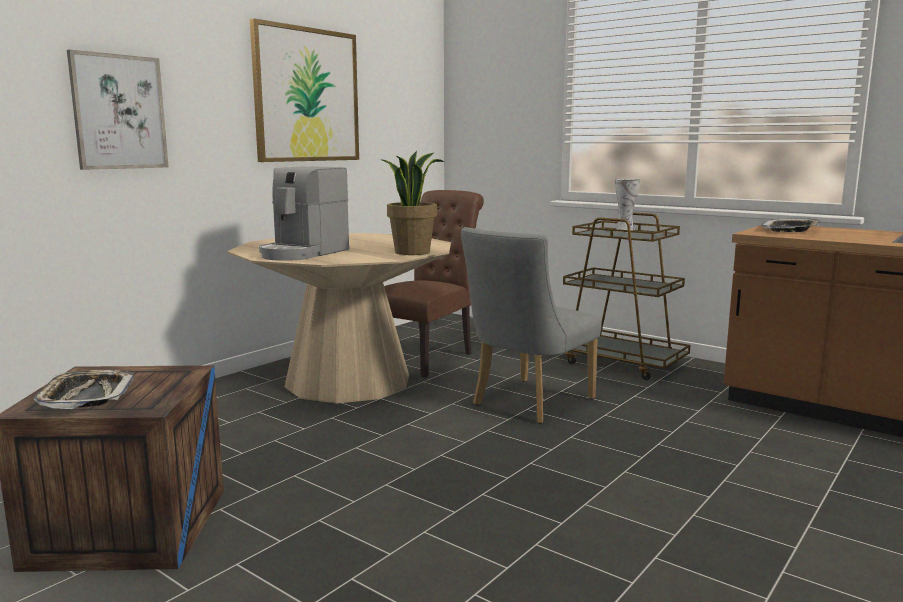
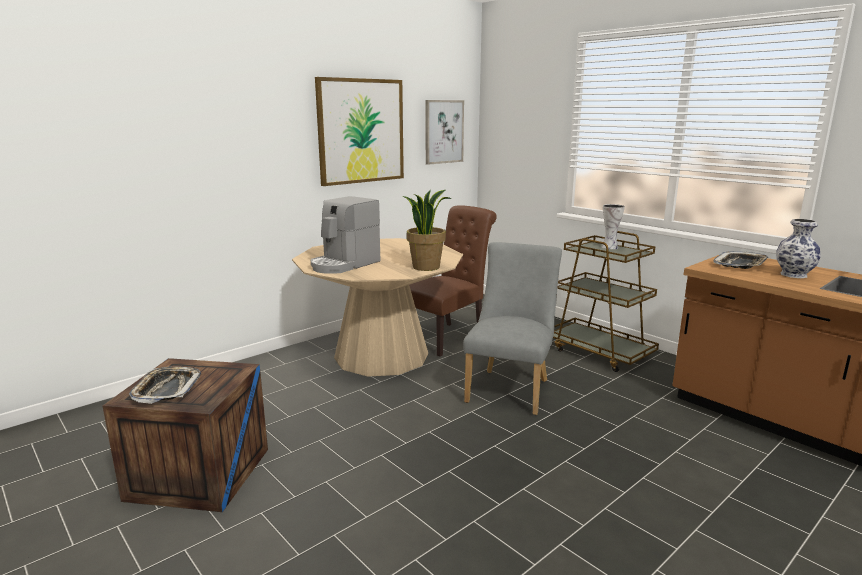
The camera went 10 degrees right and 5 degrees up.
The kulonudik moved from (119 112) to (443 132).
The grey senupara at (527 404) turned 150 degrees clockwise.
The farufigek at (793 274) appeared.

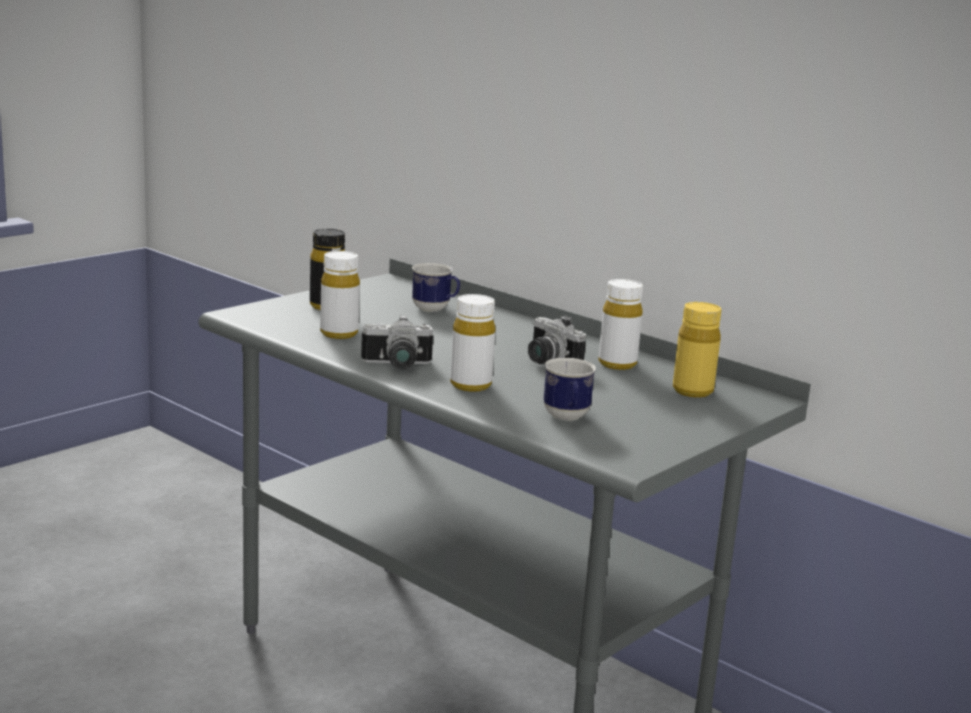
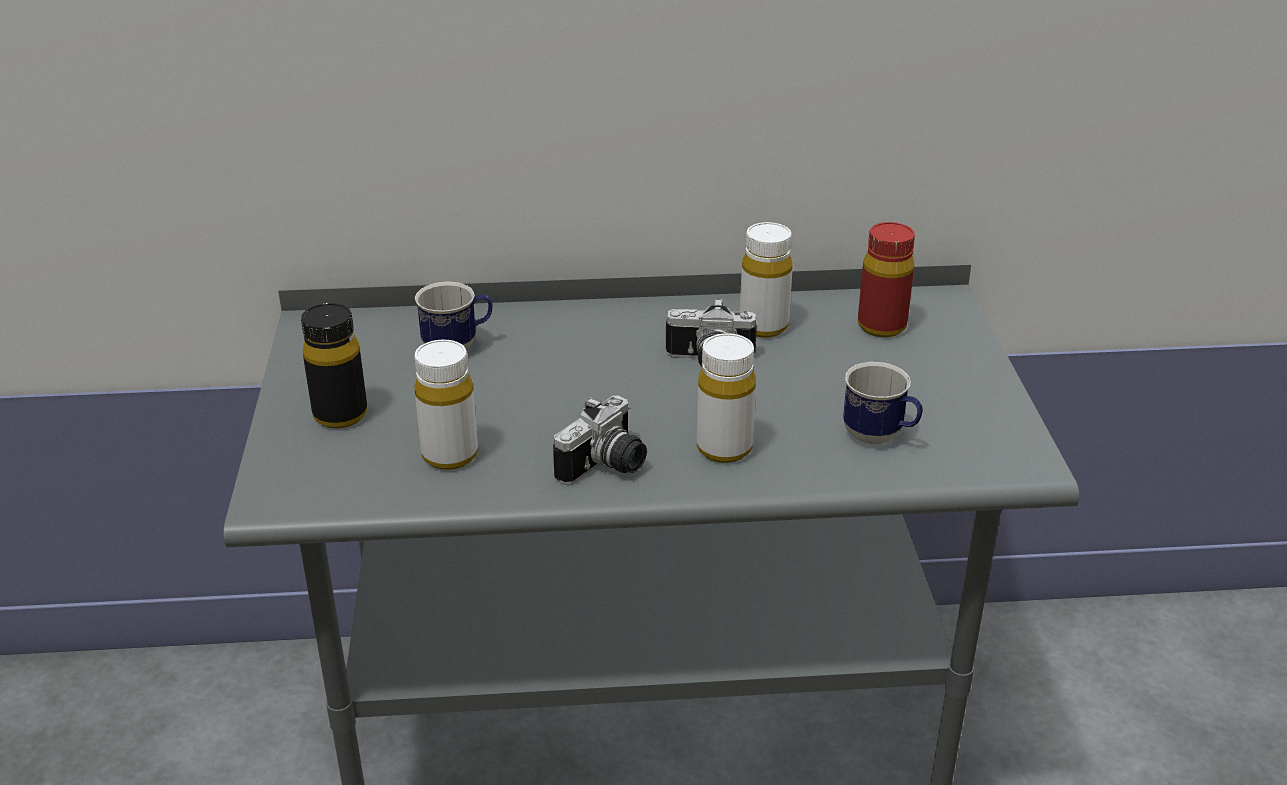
The camera went 45 degrees left and 15 degrees up.
The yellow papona at (692 391) became the red papona at (881 326).

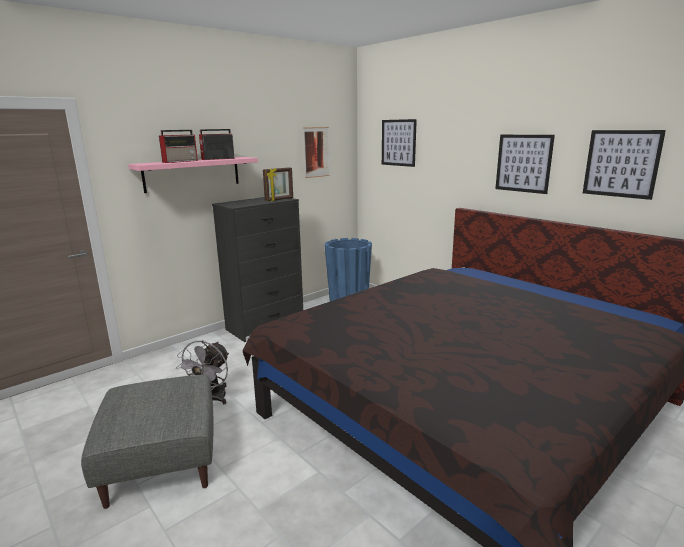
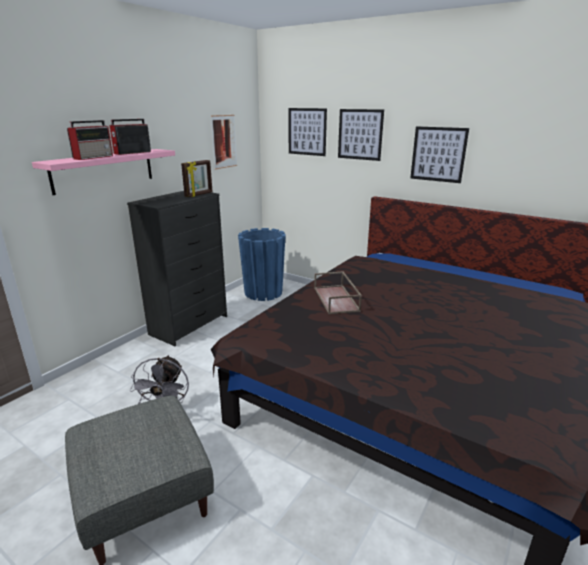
The camera went 15 degrees left and 5 degrees up.
The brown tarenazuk at (337 299) appeared.
The kulonudik moved from (621 163) to (360 134).

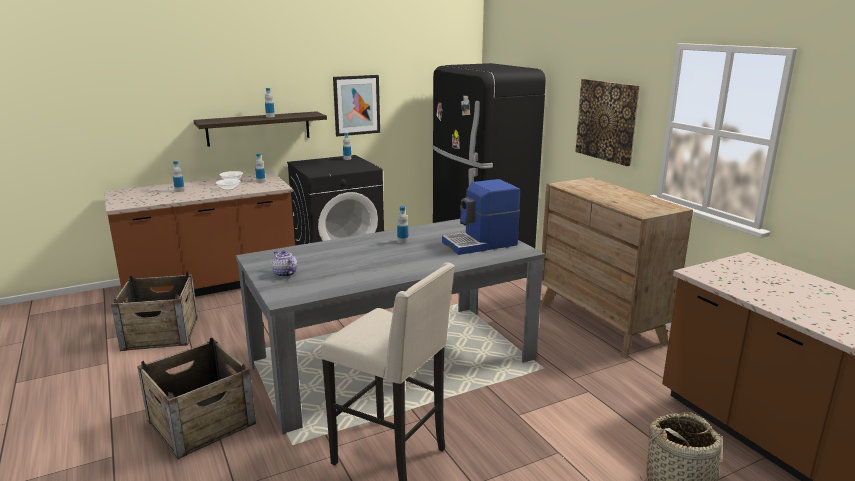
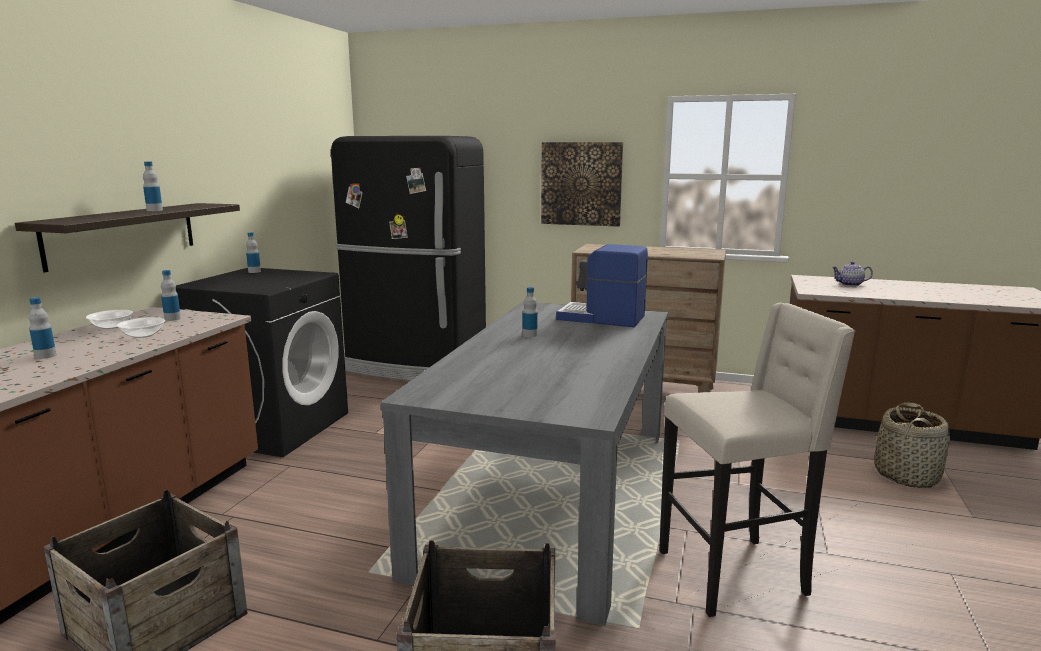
The camera went 45 degrees left and 5 degrees down.
The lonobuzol at (481 244) turned 90 degrees clockwise.
The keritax moved from (284 274) to (850 285).
The kulonudik at (356 105) disappeared.

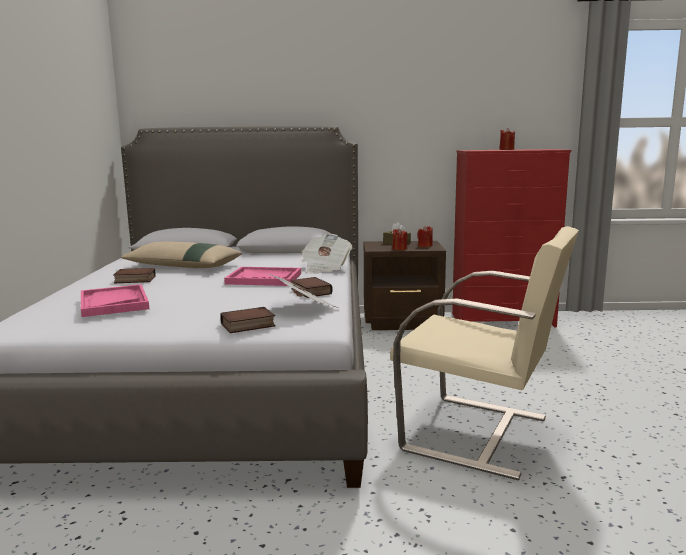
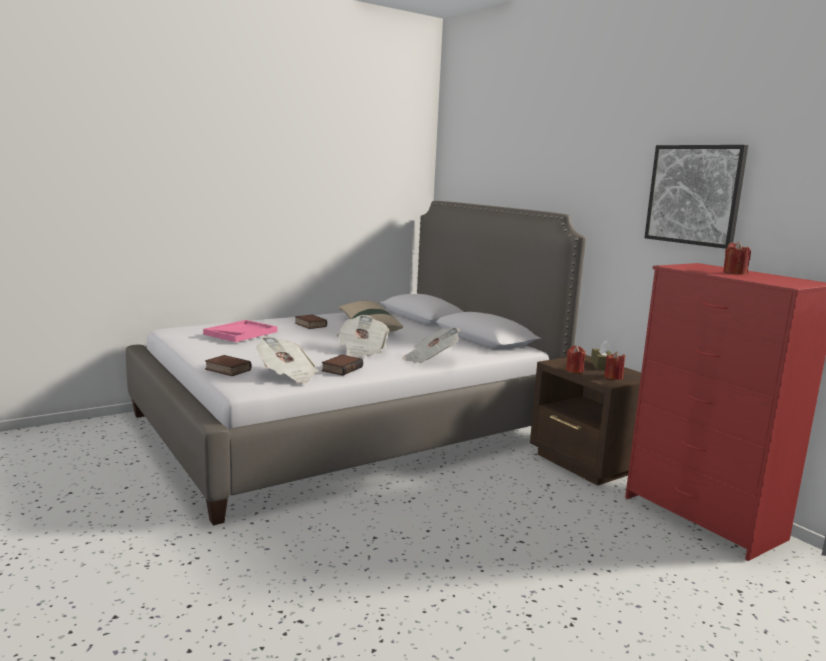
The camera went 55 degrees right and 0 degrees up.
The pink tarenazuk at (264 279) was replaced by the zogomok at (362 350).
The kulonudik at (694 195) appeared.
The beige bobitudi at (478 434) disappeared.

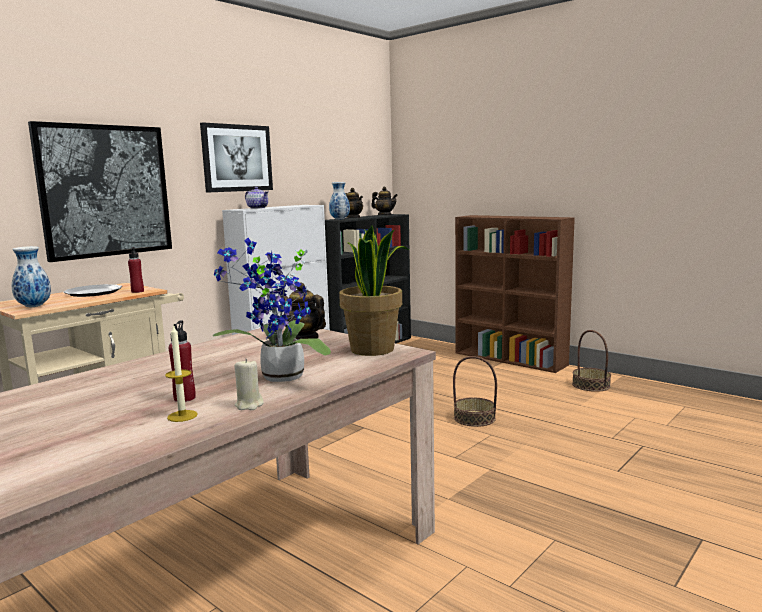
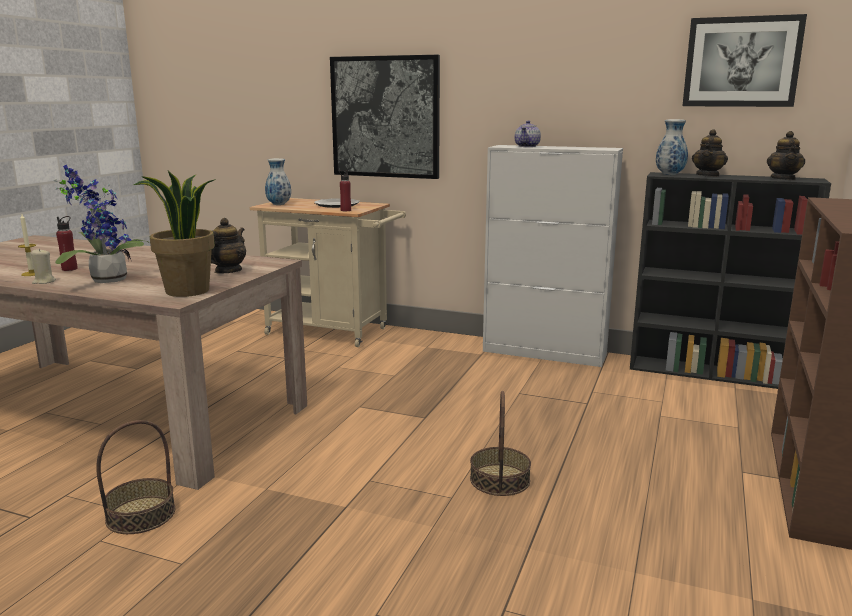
The camera went 70 degrees right and 5 degrees up.
The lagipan moved from (591 385) to (141 515).
The kulonudik moved from (237 158) to (741 62).

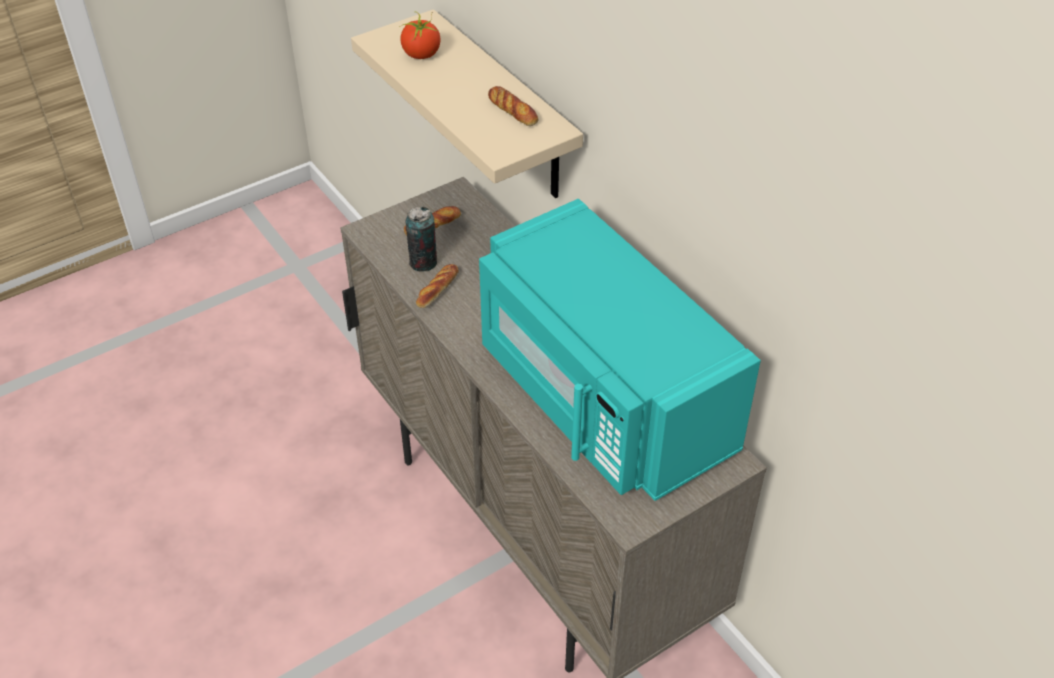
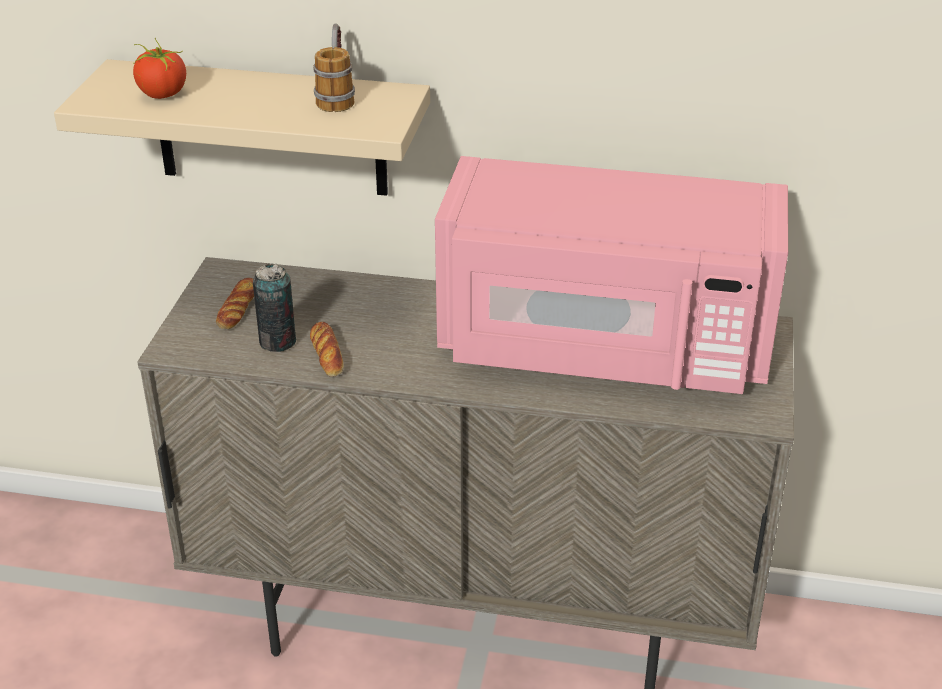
The camera went 45 degrees left and 10 degrees down.
The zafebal at (513 110) was replaced by the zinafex at (336 96).
The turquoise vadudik at (601 398) became the pink vadudik at (604 348).

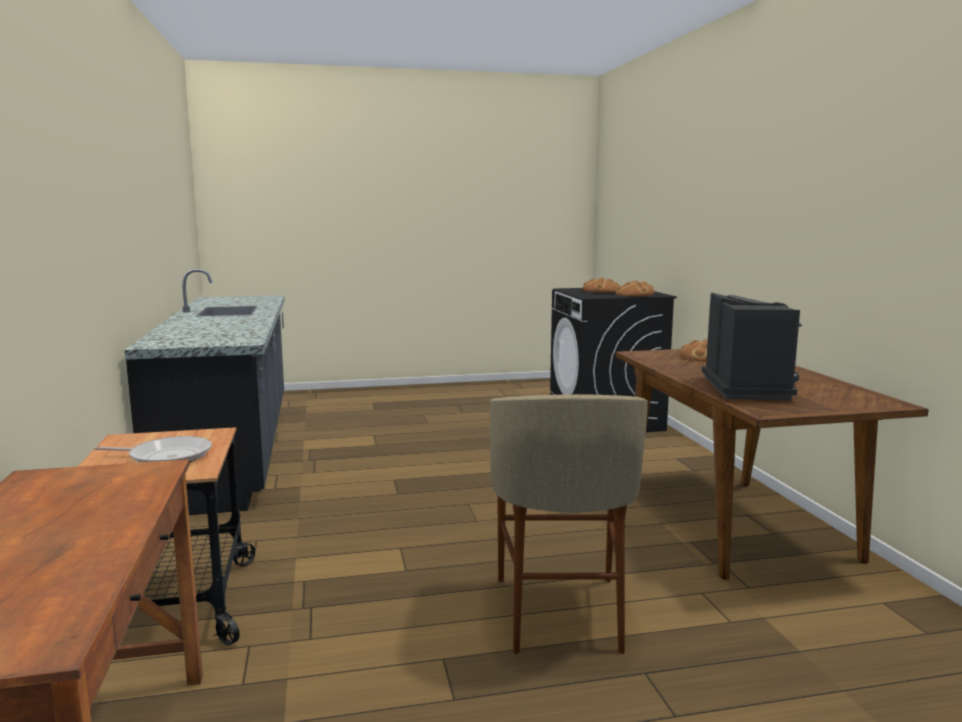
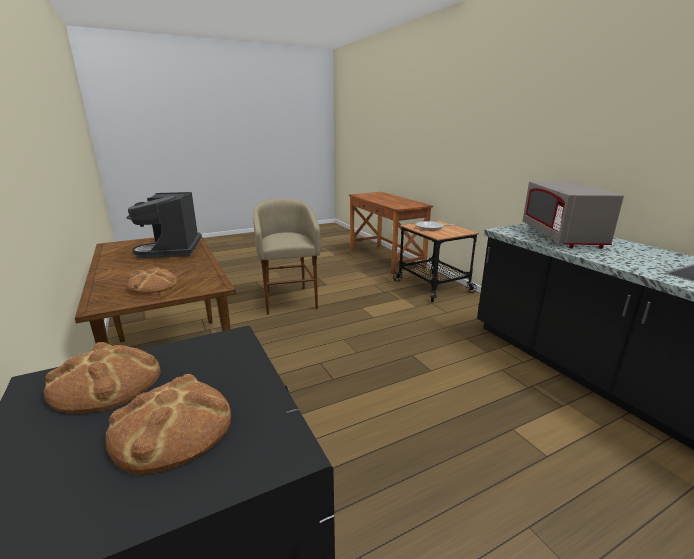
The camera went 165 degrees right and 10 degrees up.
The grey vadudik at (561 237) appeared.

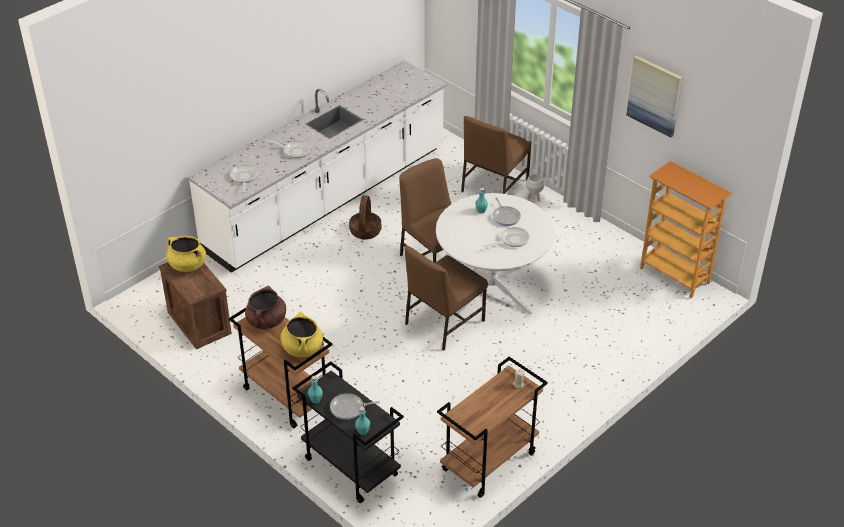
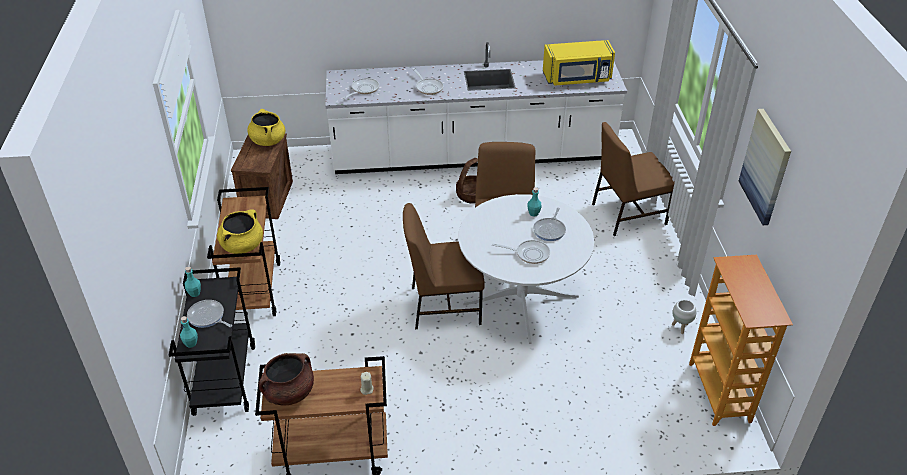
The camera went 40 degrees right and 0 degrees up.
The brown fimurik moved from (266 321) to (289 393).
The yellow vadudik at (577 78) appeared.
The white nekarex moved from (534 198) to (680 327).

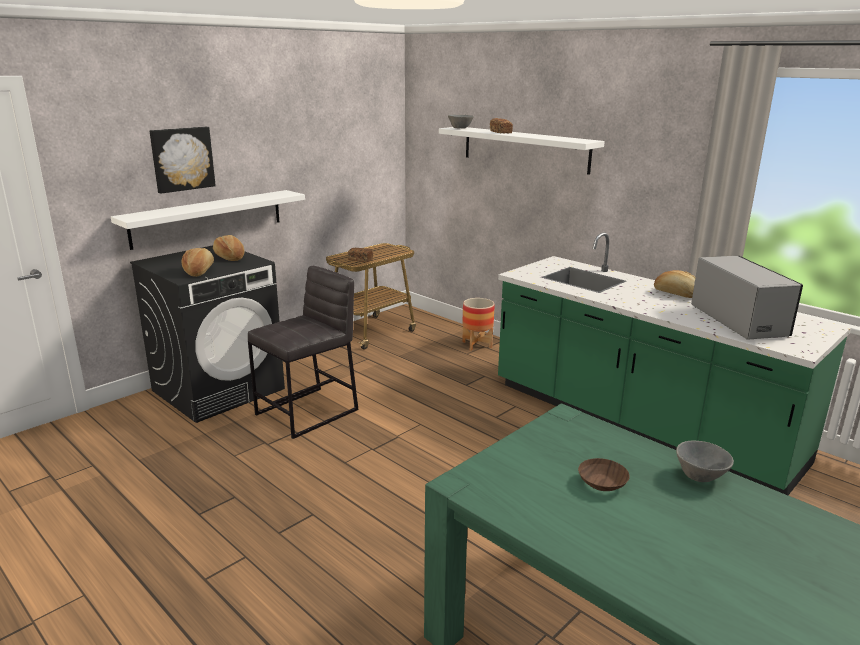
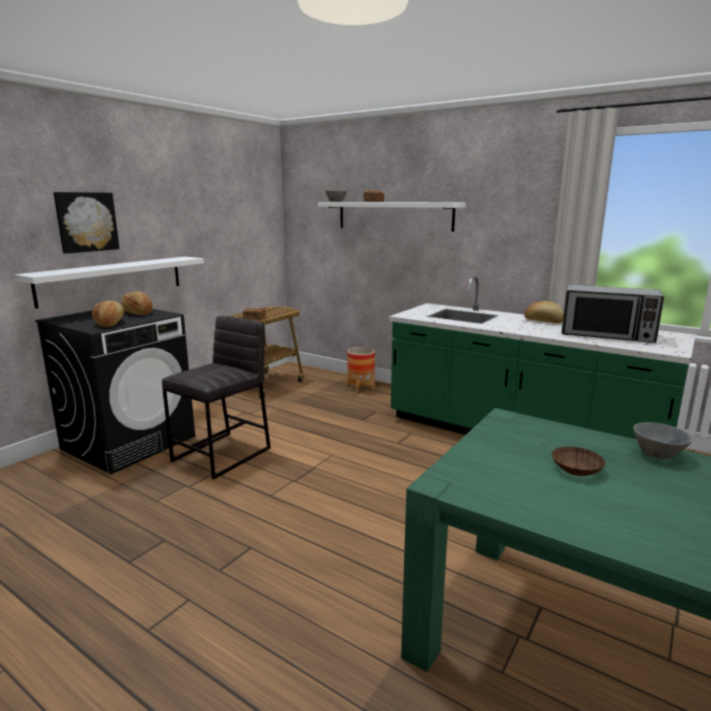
The camera went 10 degrees left and 5 degrees down.
The vadudik at (738 320) turned 135 degrees clockwise.

